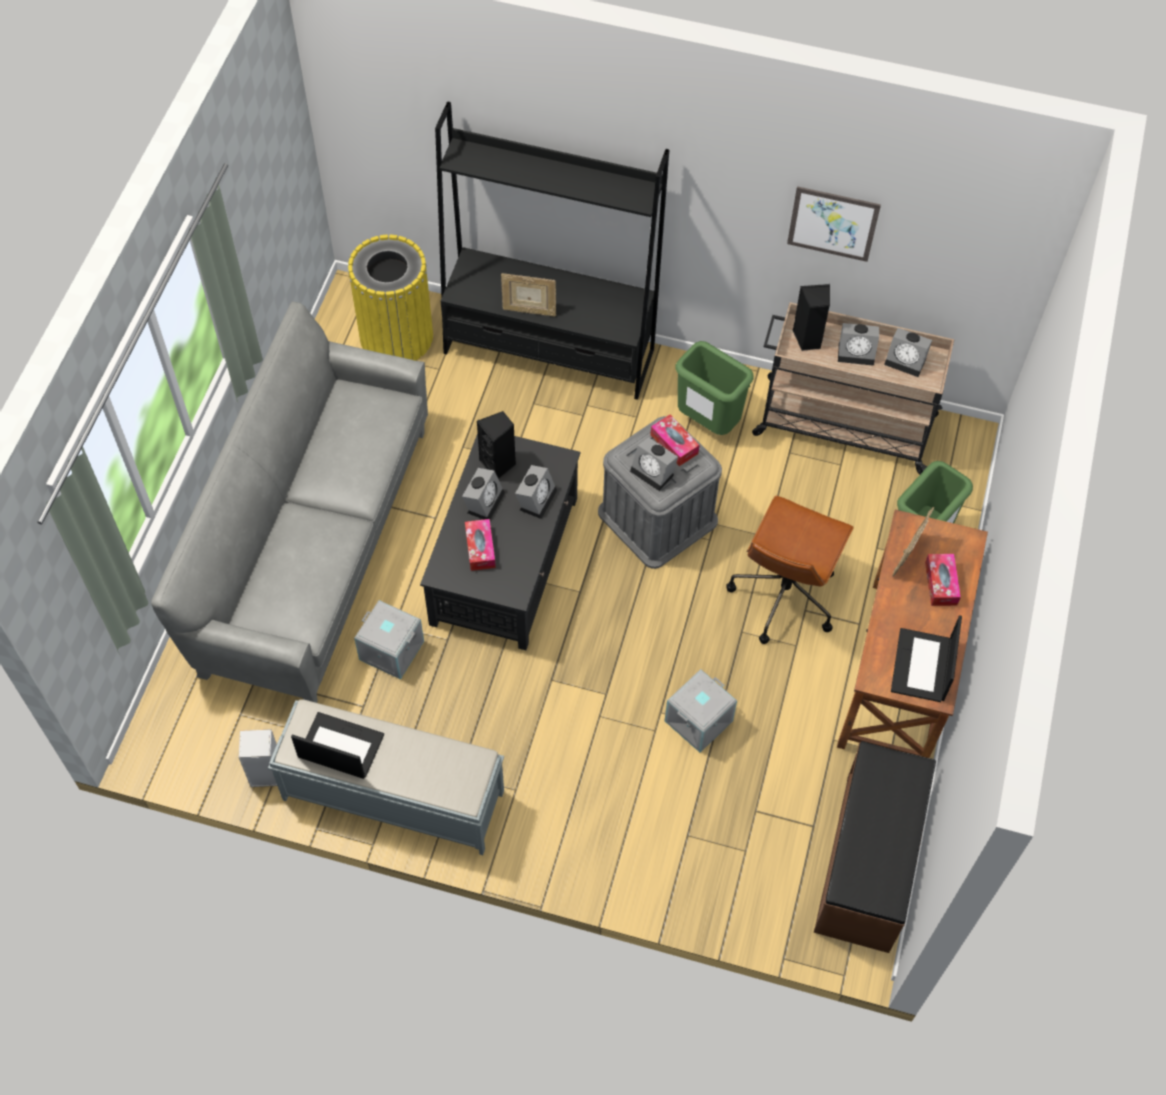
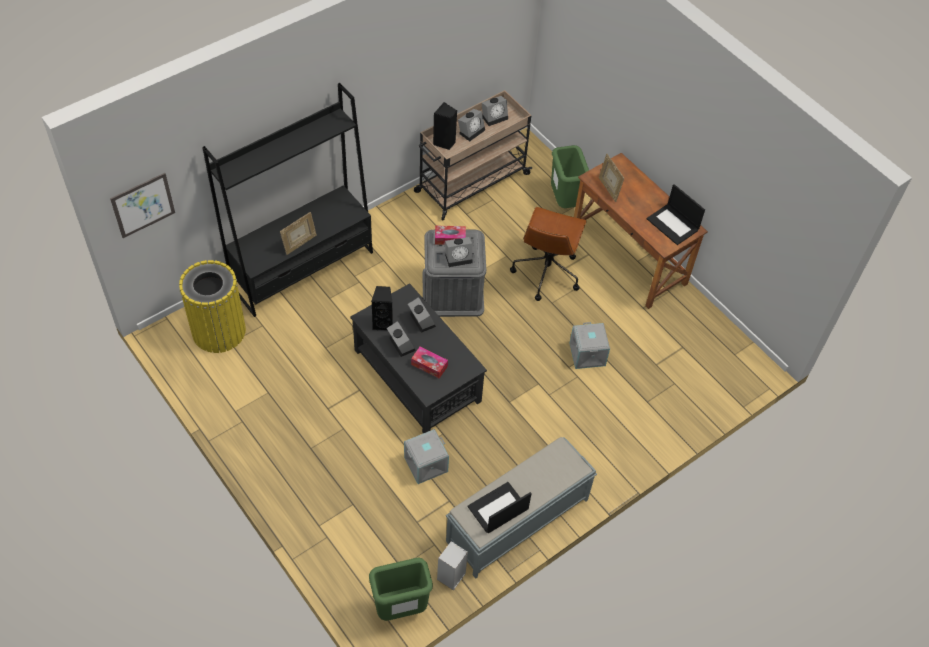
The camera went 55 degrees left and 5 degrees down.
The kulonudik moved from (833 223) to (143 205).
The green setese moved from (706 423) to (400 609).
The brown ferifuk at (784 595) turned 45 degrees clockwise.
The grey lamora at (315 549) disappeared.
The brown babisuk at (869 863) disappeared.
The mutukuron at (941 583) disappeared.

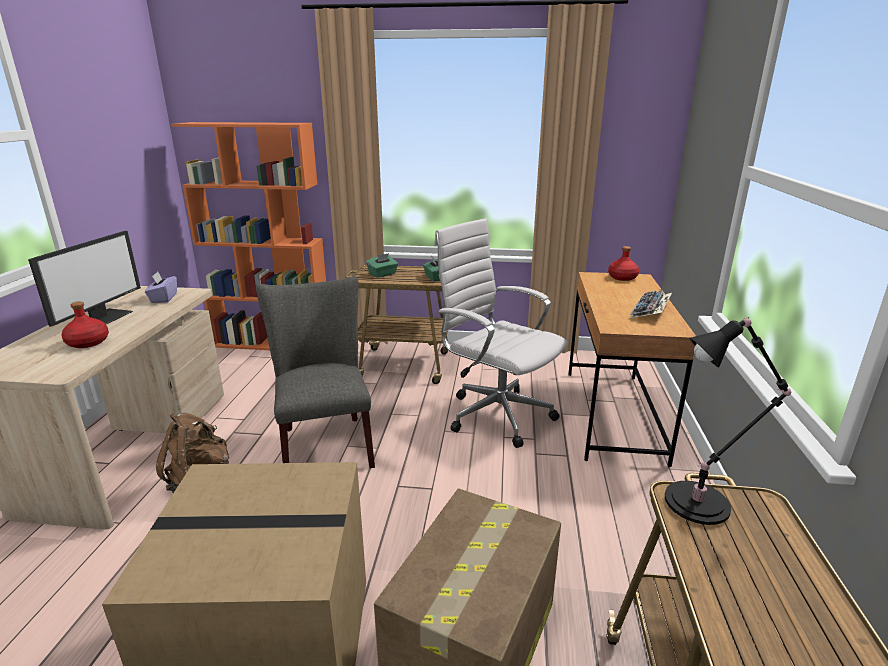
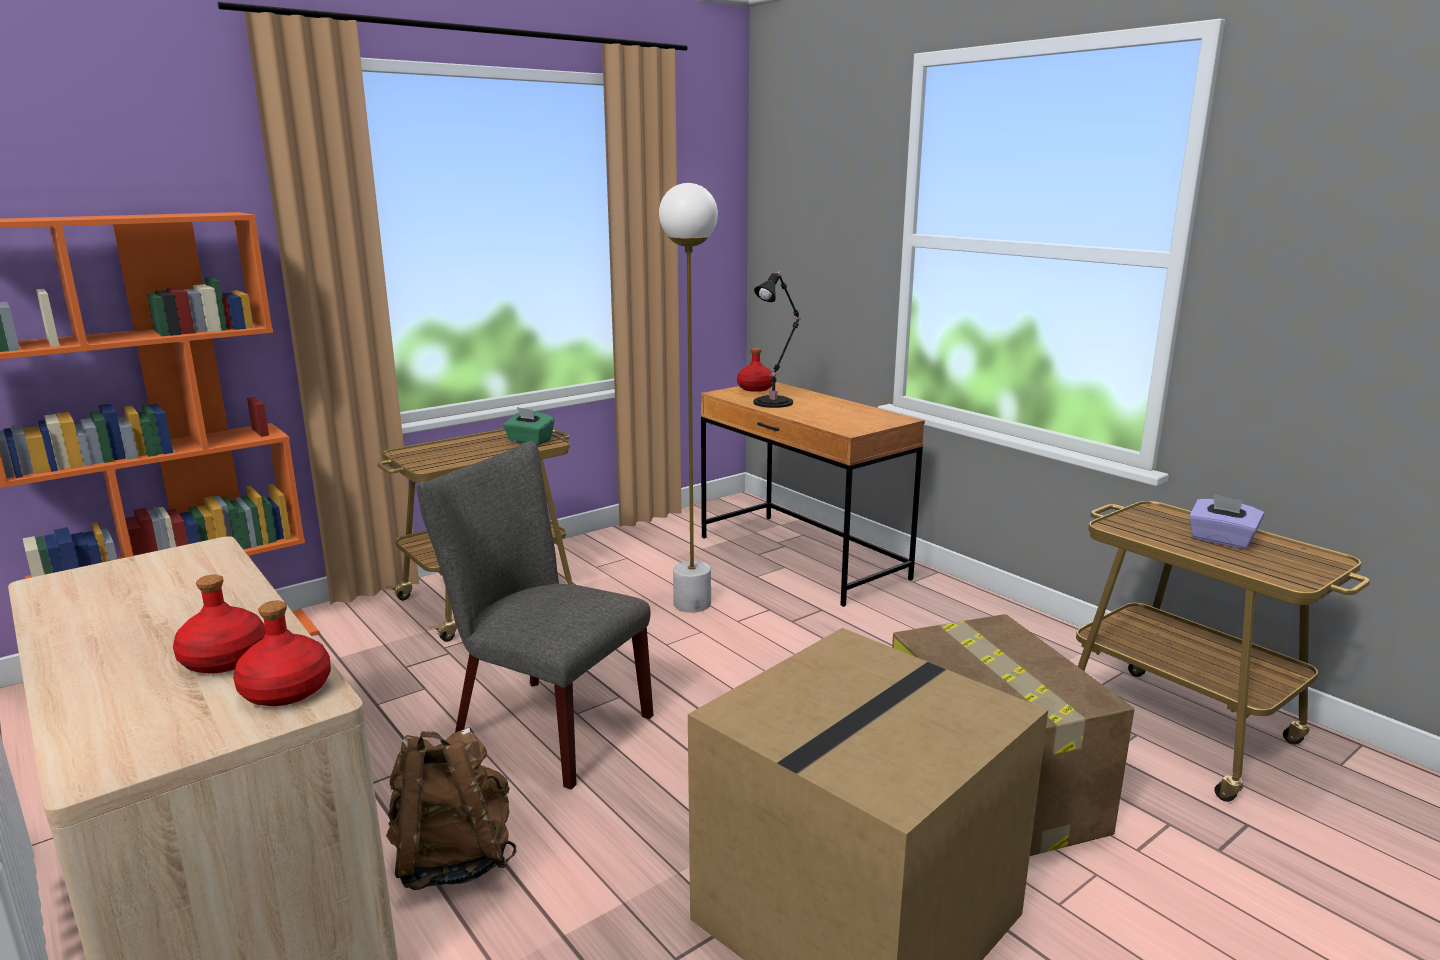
The camera went 45 degrees left and 5 degrees down.
The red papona at (285 690) appeared.
The white ferifuk at (495 414) was replaced by the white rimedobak at (692 604).
The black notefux moved from (702 502) to (775 402).
The purple mutukuron moved from (163 298) to (1221 540).
The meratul at (102 318) disappeared.
The green mutukuron at (383 274) disappeared.
The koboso at (650 311) disappeared.

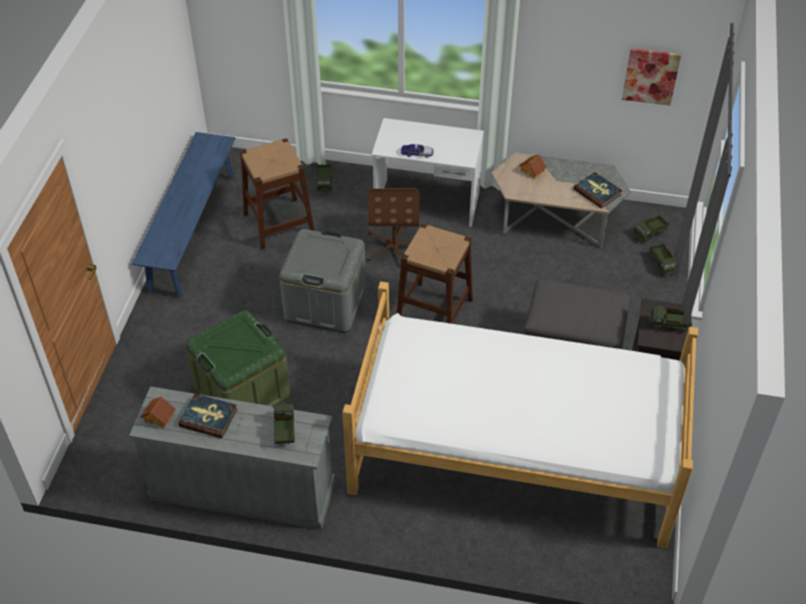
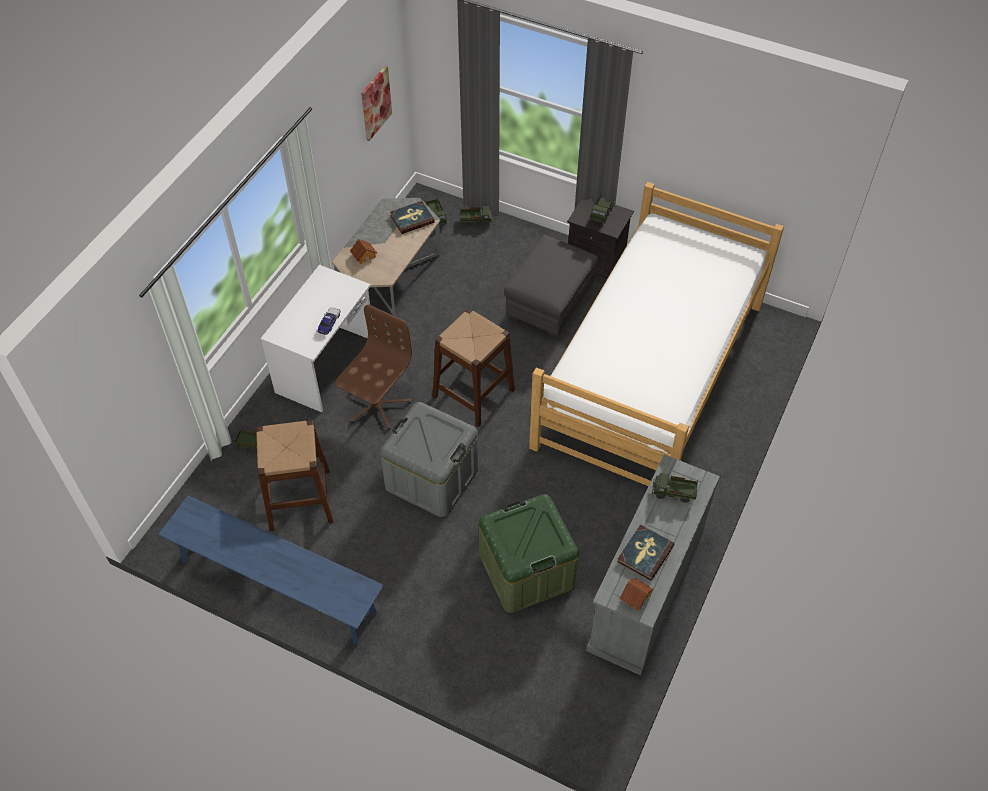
The camera went 75 degrees left and 5 degrees up.
The brown ferifuk at (394 247) turned 75 degrees counterclockwise.

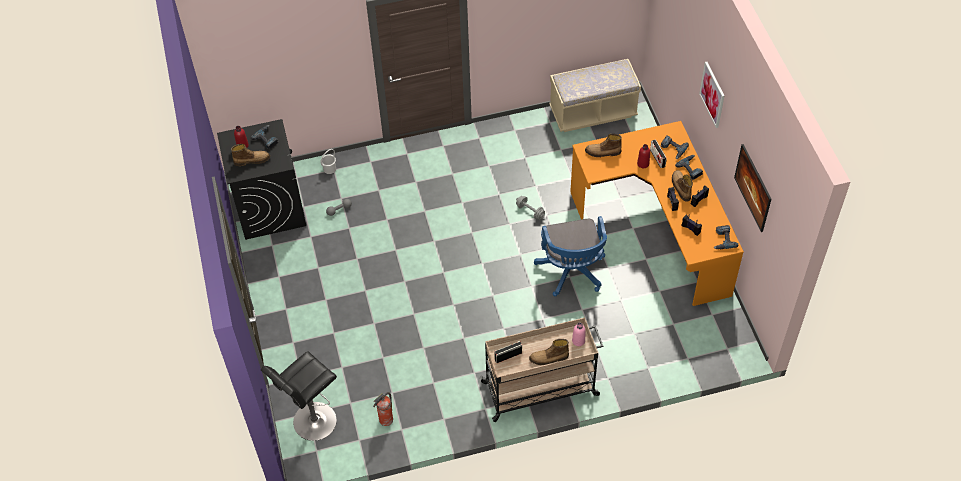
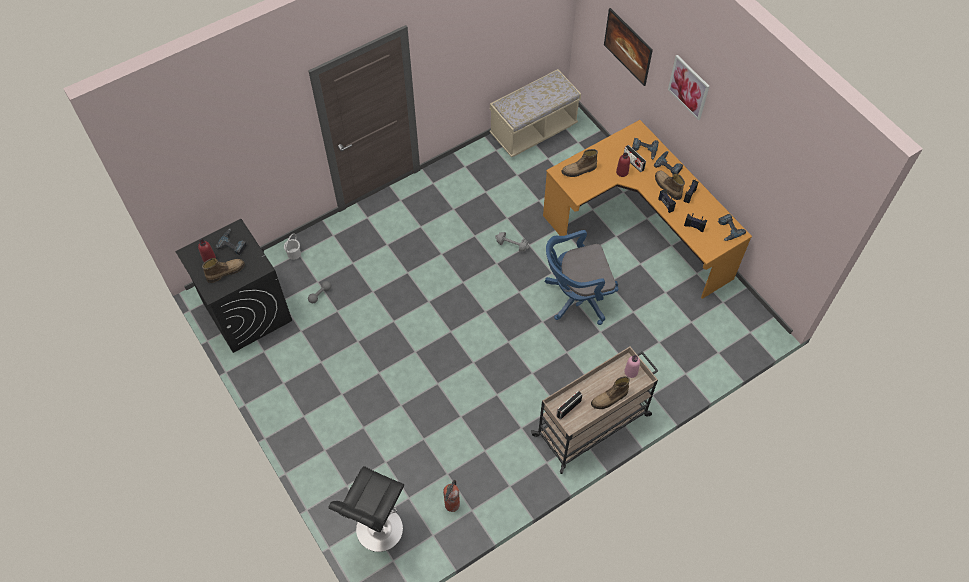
The camera went 20 degrees left and 5 degrees up.
The blue ferifuk at (572 272) turned 105 degrees clockwise.
The kulonudik moved from (751 196) to (626 55).

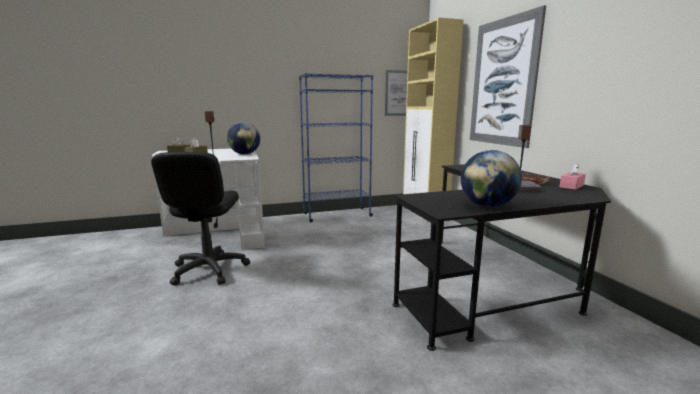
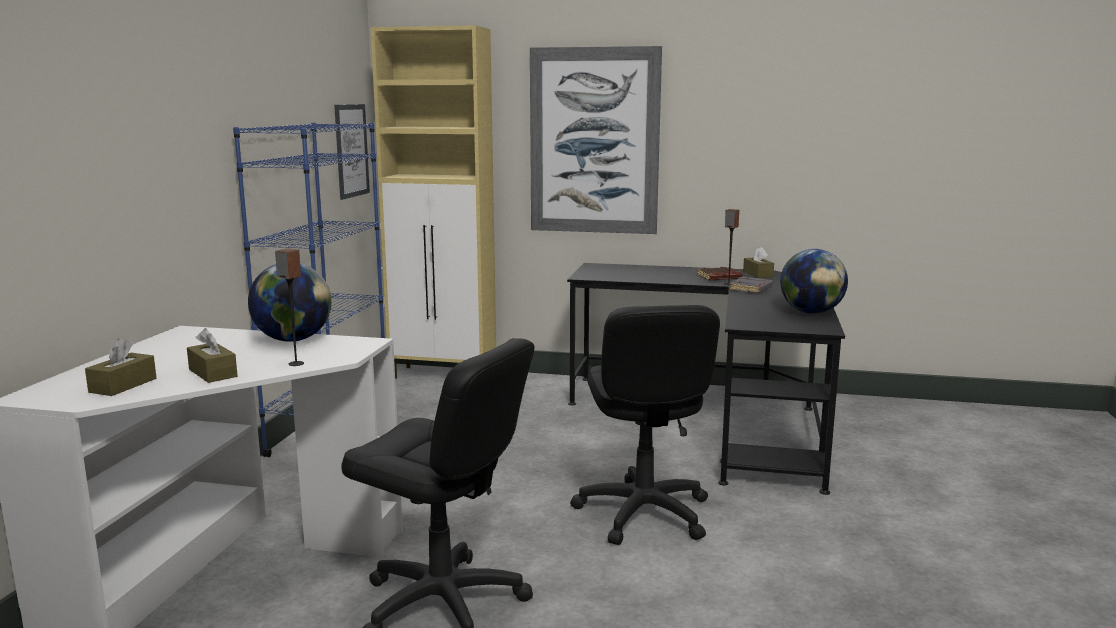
The camera went 60 degrees left and 0 degrees up.
The black ferifuk at (643 513) appeared.
The pink mutukuron at (571 186) became the brown mutukuron at (758 274).

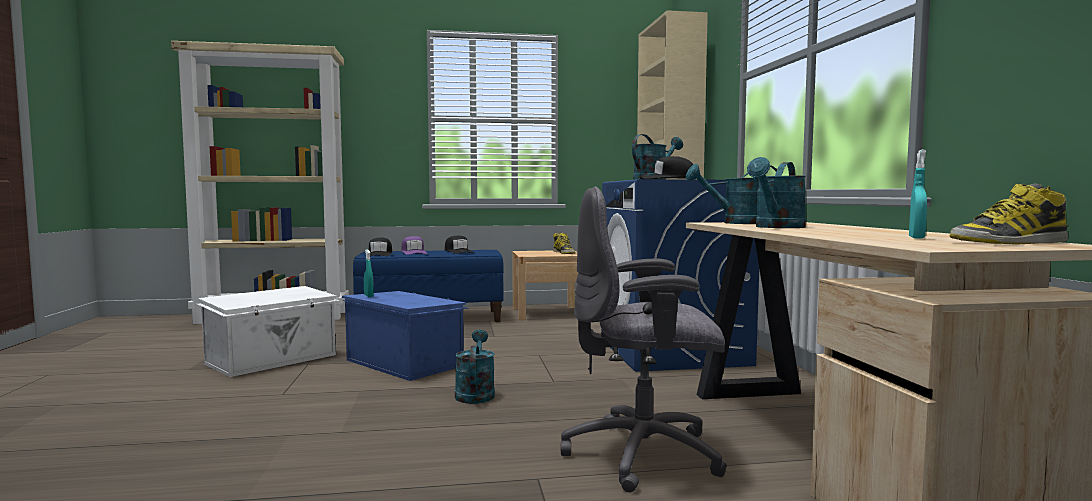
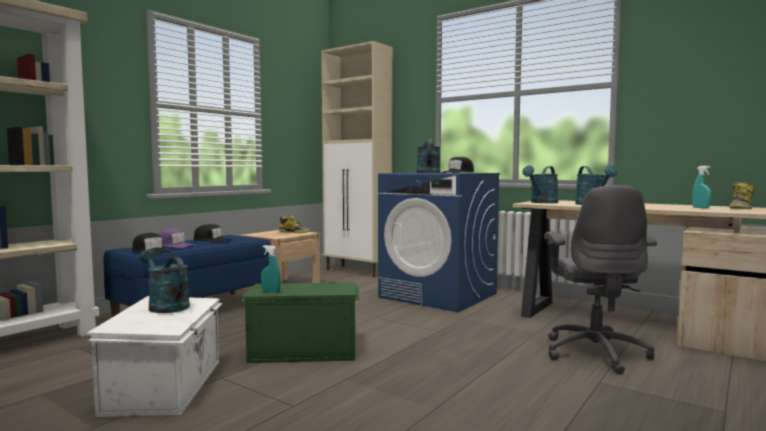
The camera went 45 degrees left and 0 degrees up.
The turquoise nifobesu moved from (475 393) to (165 306).
The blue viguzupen at (405 362) became the green viguzupen at (303 349).
The grey ferifuk at (645 455) turned 45 degrees counterclockwise.

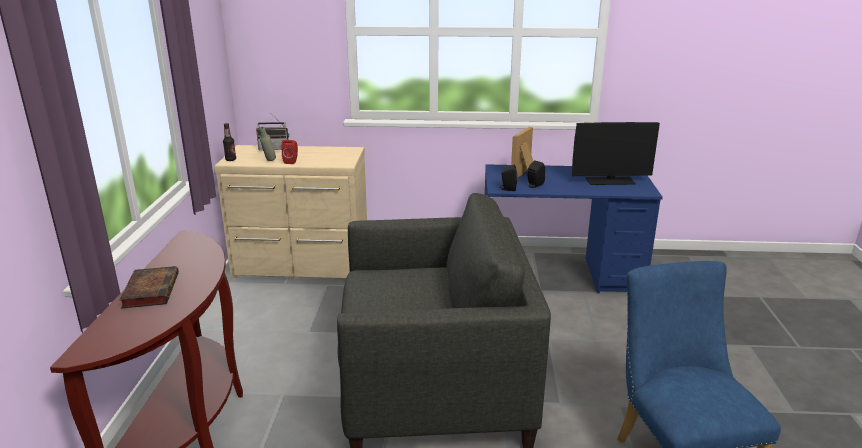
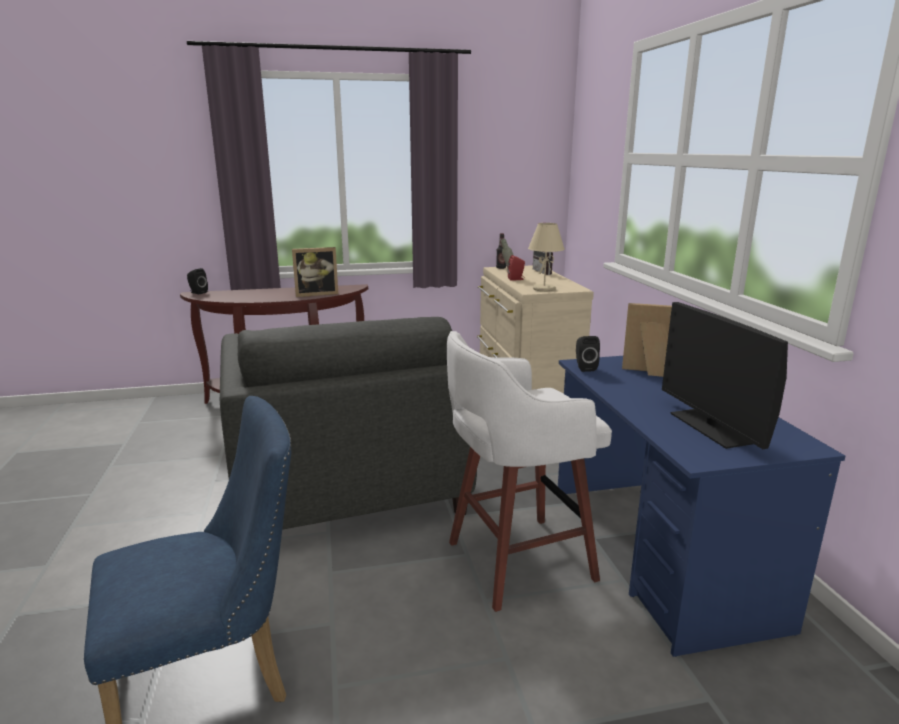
The camera went 75 degrees right and 5 degrees down.
The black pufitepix moved from (534 185) to (197 292).
The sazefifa at (316 294) appeared.
The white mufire at (515 562) appeared.
The beige notefux at (544 289) appeared.
The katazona at (151 290) disappeared.

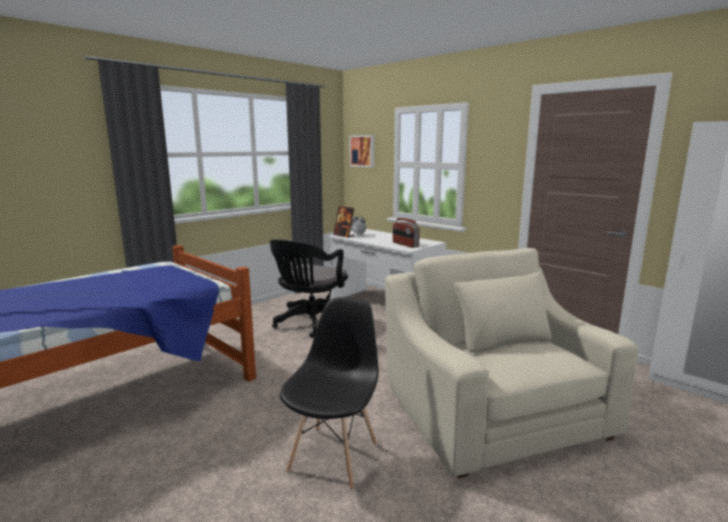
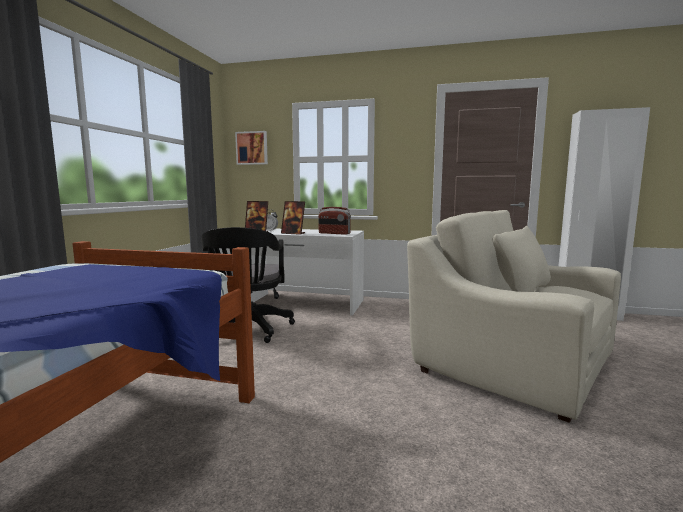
The camera went 30 degrees left and 5 degrees down.
The sazefifa at (293 233) appeared.
The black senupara at (334 456) disappeared.

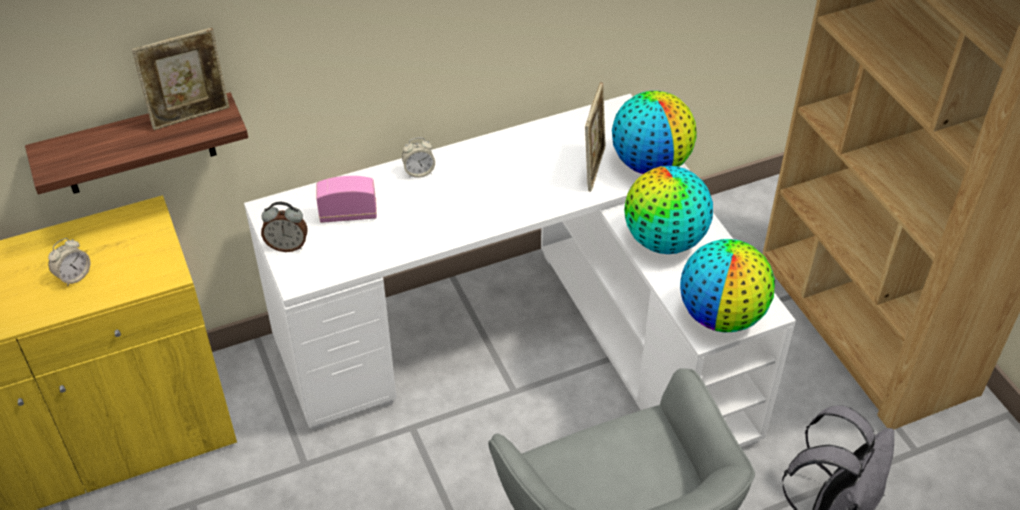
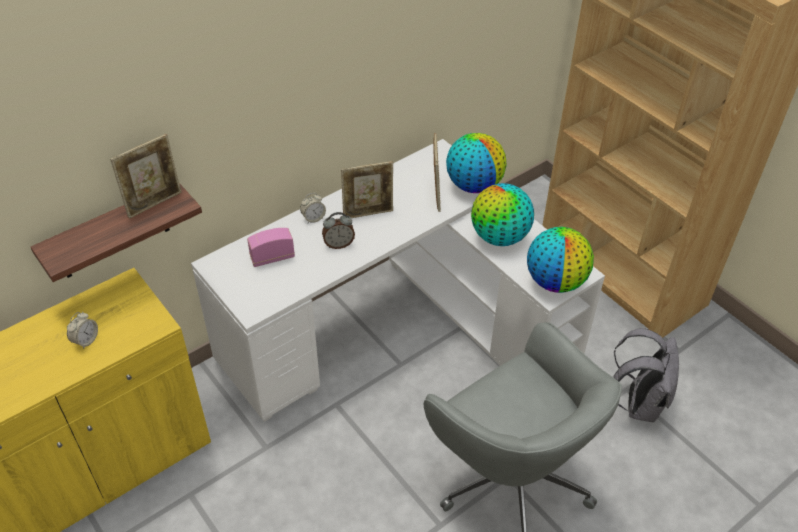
The camera went 15 degrees left and 0 degrees up.
The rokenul moved from (287 246) to (338 244).
The sazefifa at (368 213) appeared.

